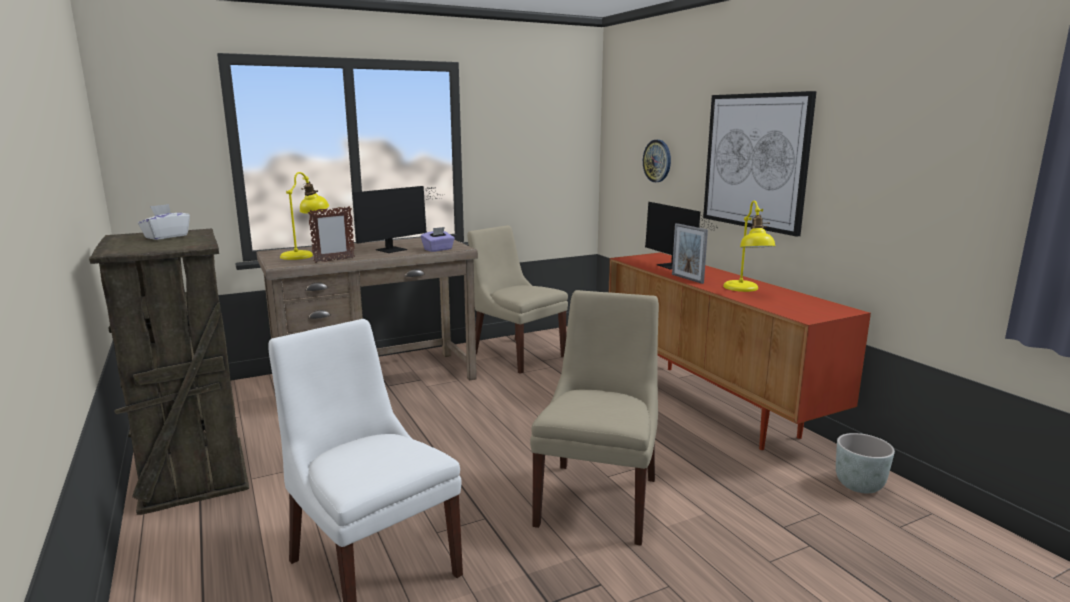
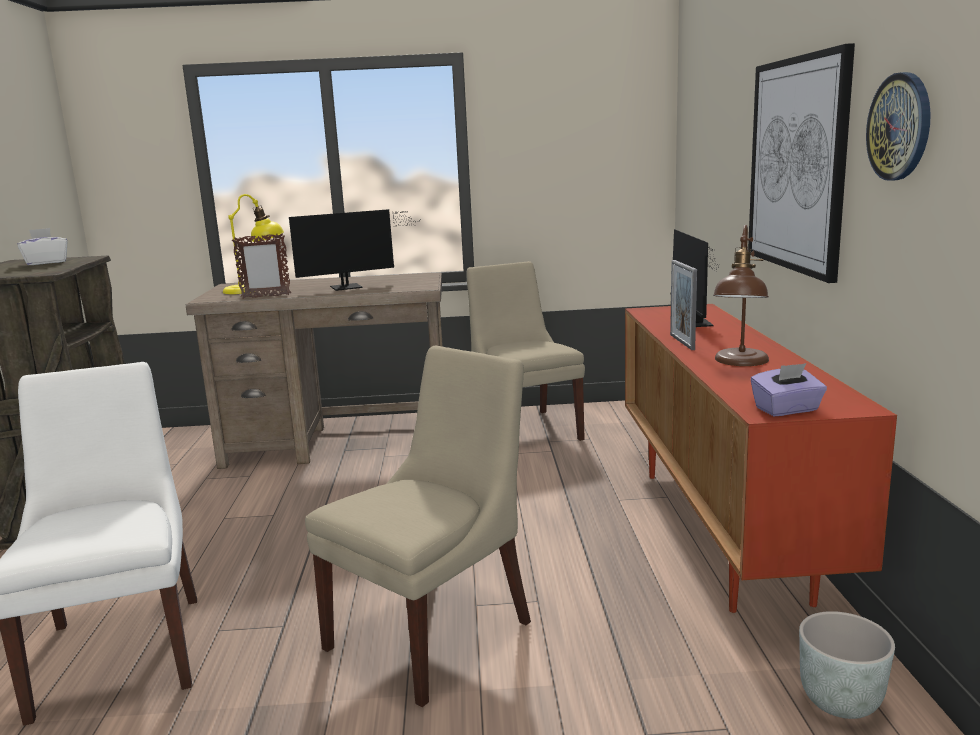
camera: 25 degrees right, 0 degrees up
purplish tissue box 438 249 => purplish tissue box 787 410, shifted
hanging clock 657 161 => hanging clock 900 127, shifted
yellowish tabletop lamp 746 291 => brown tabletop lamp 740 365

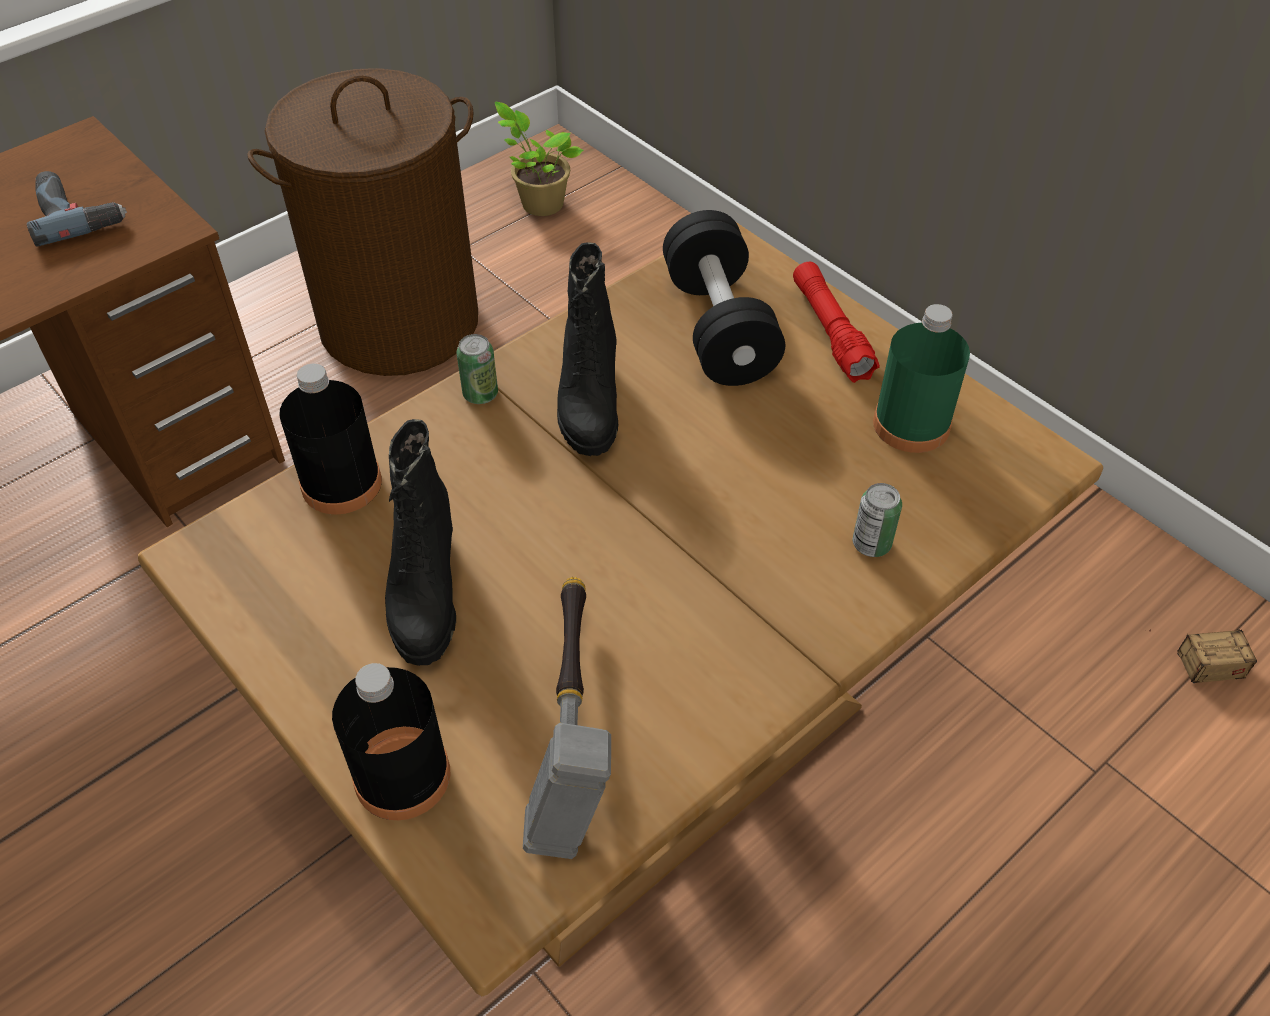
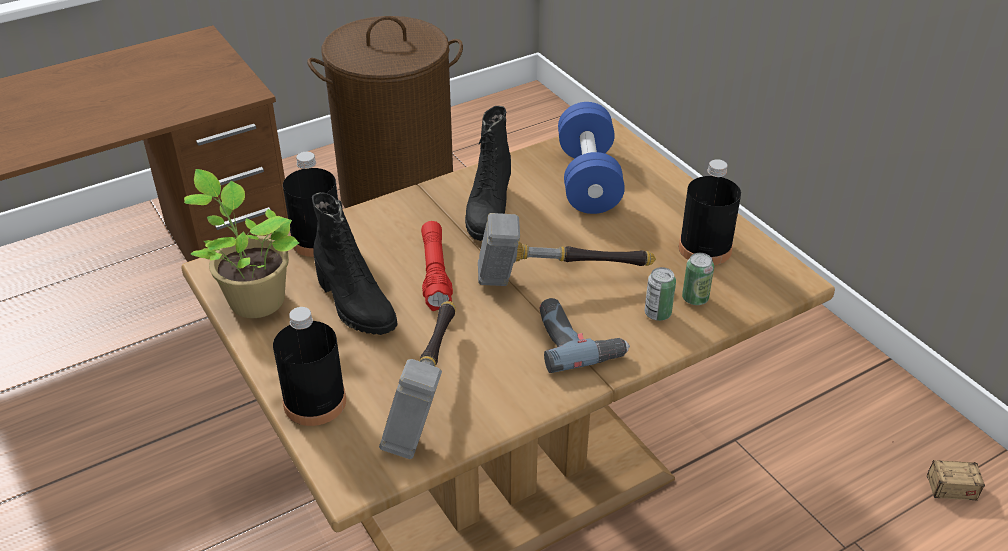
camera: 10 degrees right, 10 degrees down
electric drill 77 213 => electric drill 577 340, shifted
black-coloured boot 424 593 => black-coloured boot 354 306, 45 degrees counterclockwise
can 480 394 => can 695 298, shifted
houseplant 539 203 => houseplant 254 299, shifted
black-coloured hand weight 719 327 => blue hand weight 588 179
red flashlight 830 332 => red flashlight 435 273, shifted
green beverage bottle 911 424 => black-coloured beverage bottle 705 248
nothing => hammer 558 281

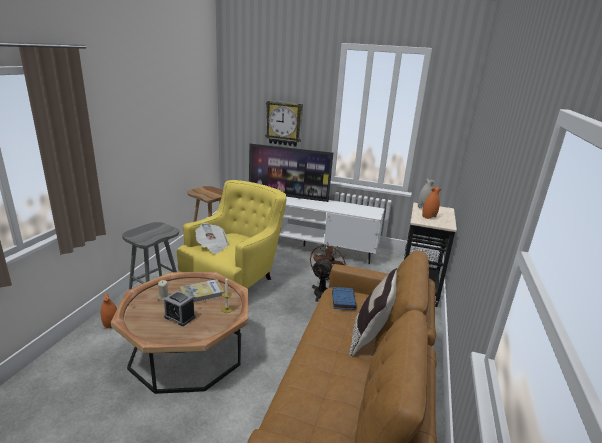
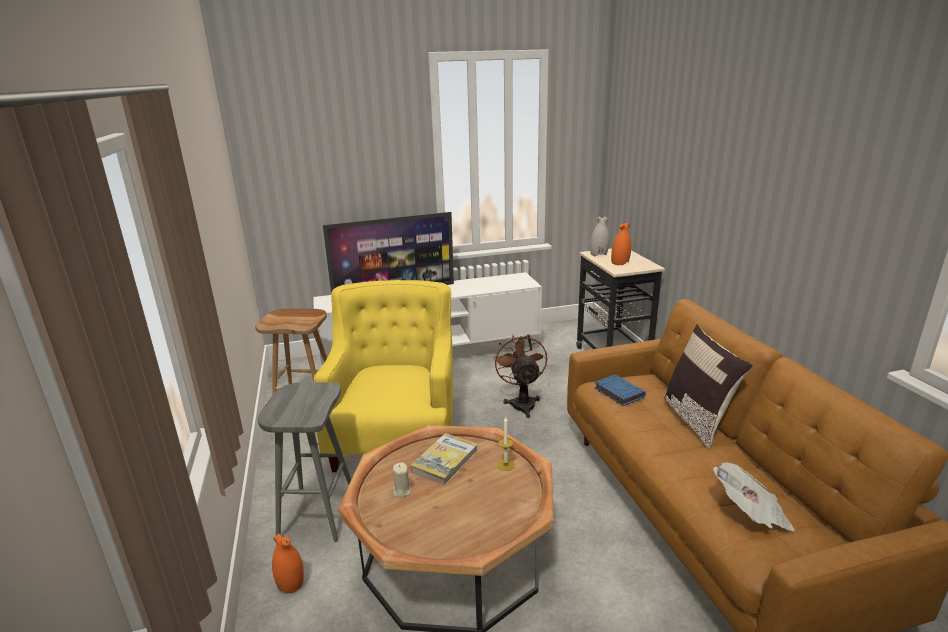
camera: 30 degrees left, 0 degrees up
alarm clock 180 317 => nothing
printed paper 212 246 => printed paper 750 513, shifted
hanging clock 284 123 => nothing

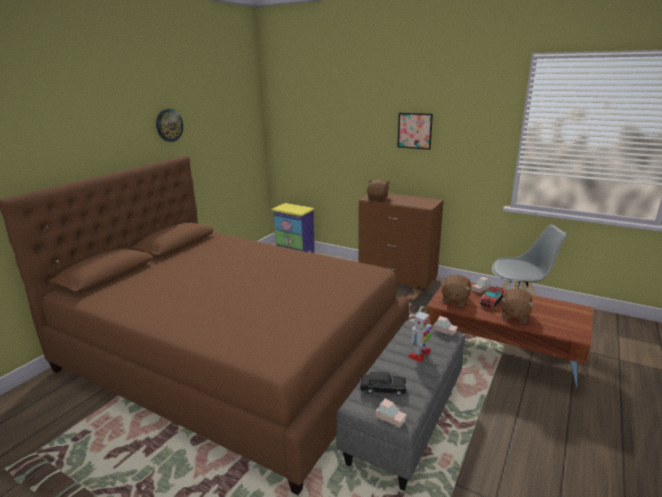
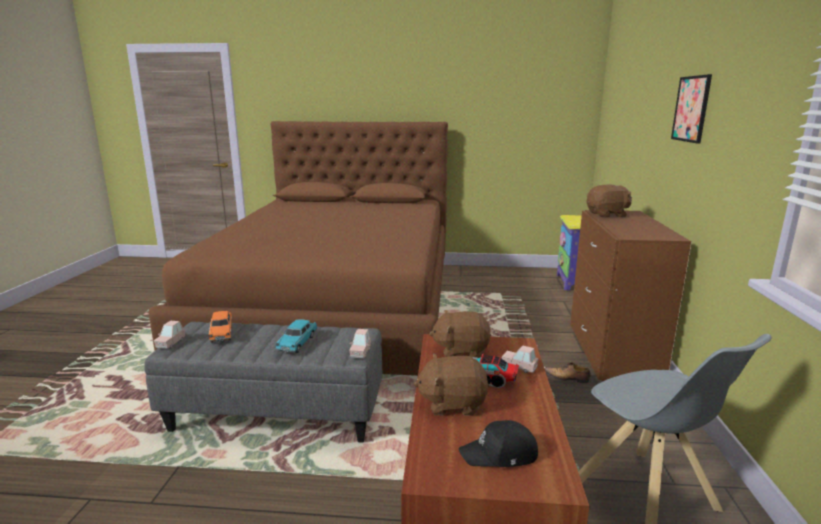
camera: 65 degrees right, 5 degrees down
hanging clock 169 125 => nothing
black-coloured miniature car 383 389 => orange miniature car 221 333
model robot 419 354 => blue-green miniature car 297 343
nothing => black-coloured baseball cap 500 454

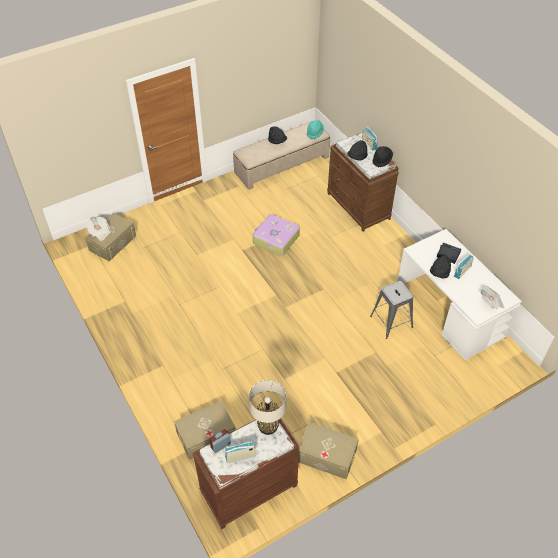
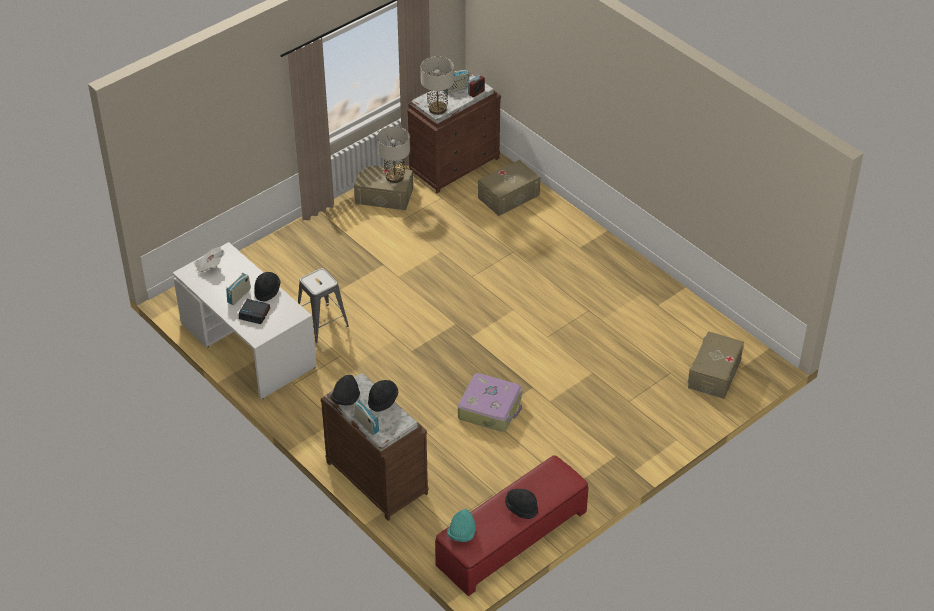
camera: 170 degrees right, 5 degrees down
printed paper 99 232 => nothing
beige-coloured indoor bench 282 164 => red indoor bench 511 539
nothing => tabletop lamp 394 177

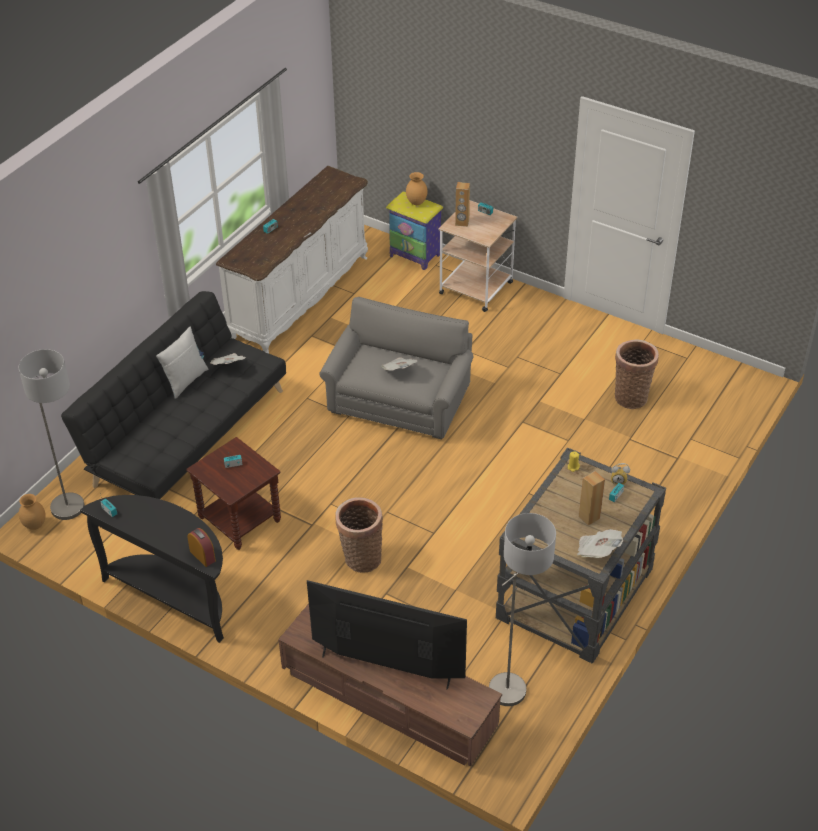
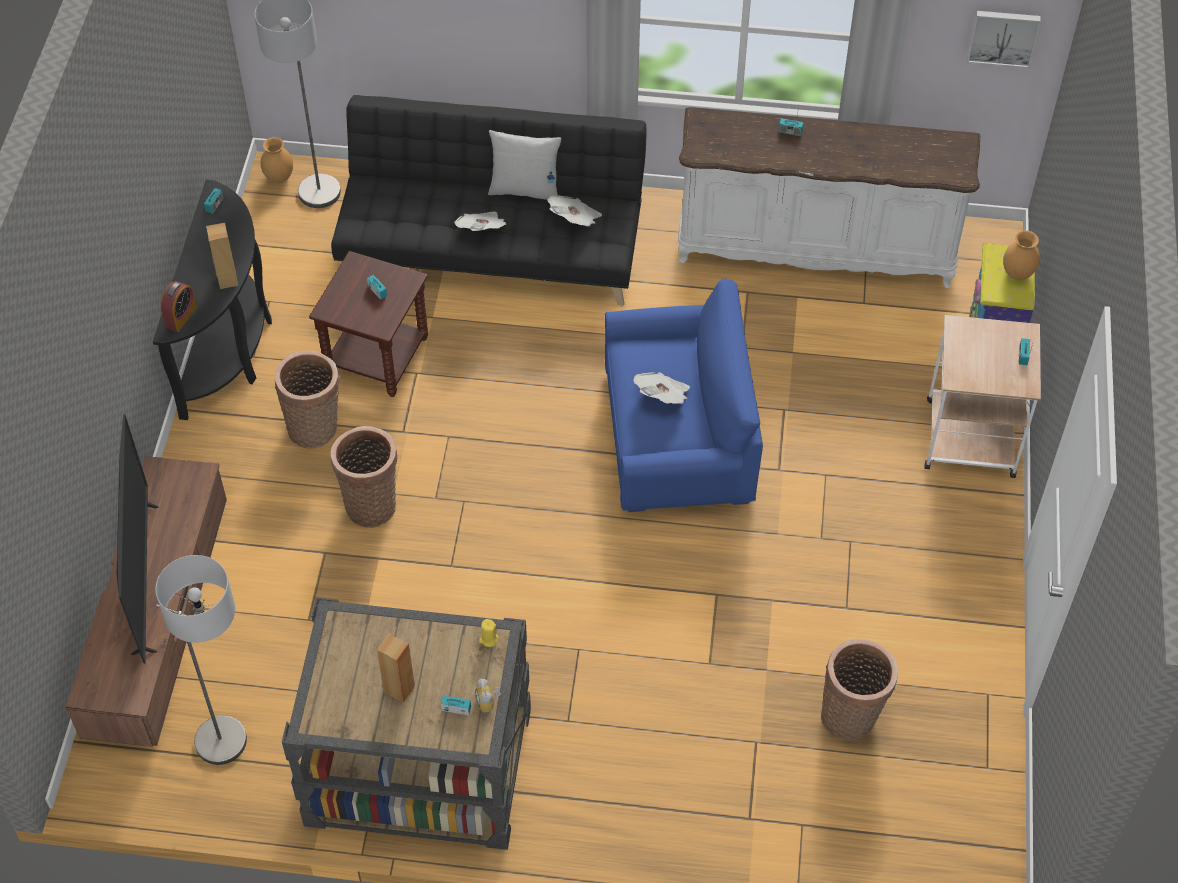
camera: 65 degrees right, 10 degrees up
greyish armchair 400 400 => blue armchair 678 437
brown loudspeaker 462 223 => brown loudspeaker 227 280, shifted
printed paper 597 551 => printed paper 482 230, shifted
nothing => household basket 316 428
nothing => wall picture 1003 37

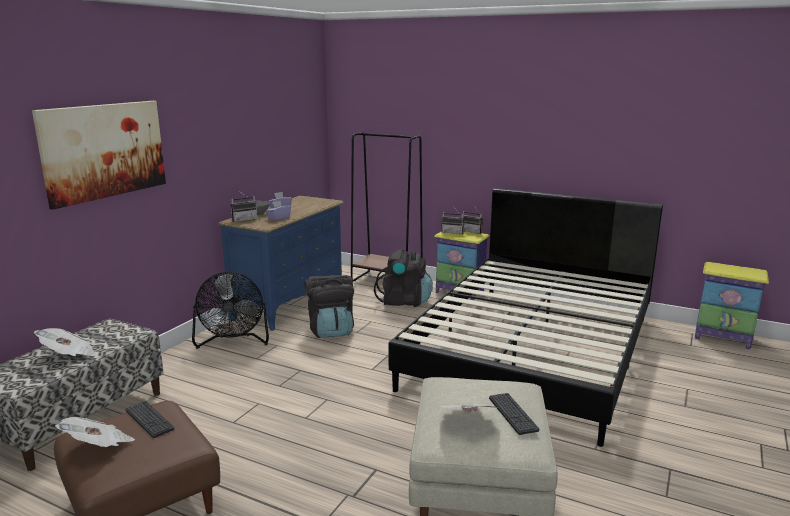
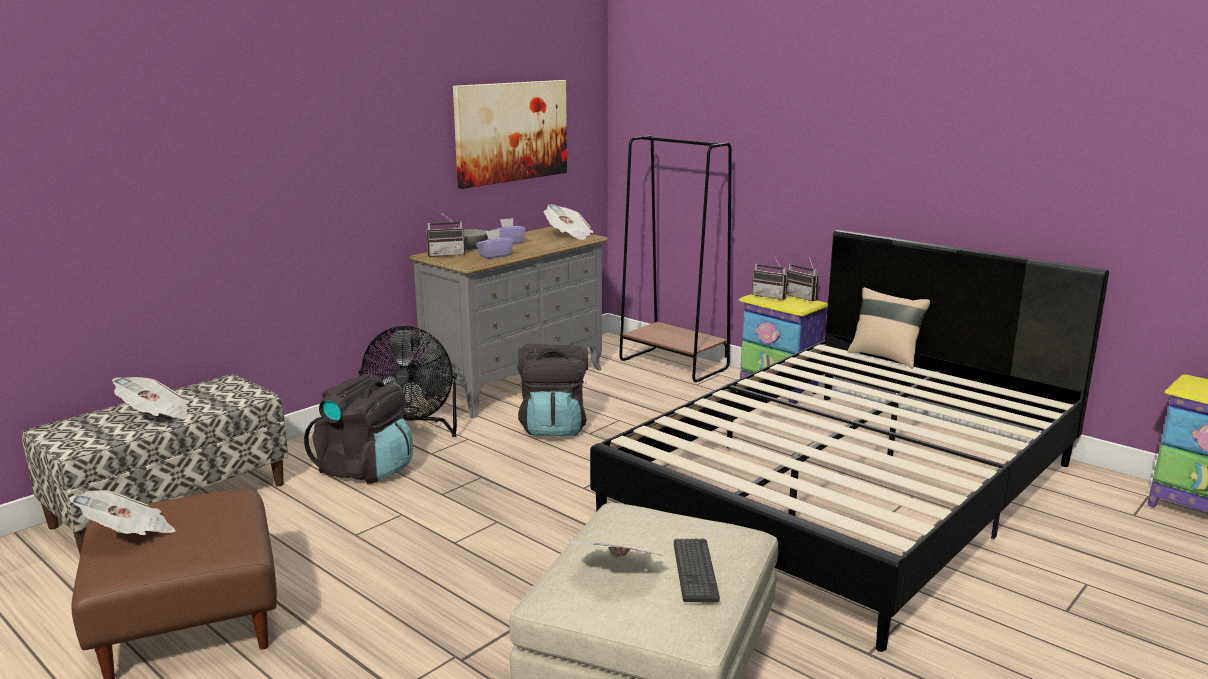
camera: 15 degrees right, 0 degrees up
wall picture 104 151 => wall picture 511 132, shifted
keyboard 149 419 => nothing
blue dresser 290 303 => greyish dresser 517 383
black-coloured backpack 404 301 => black-coloured backpack 366 470, shifted
nothing => printed paper 569 235
nothing => beige-coloured pillow 885 357

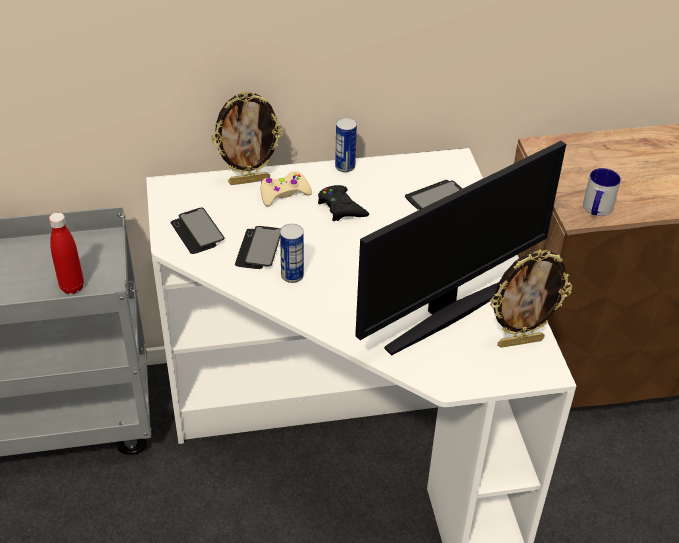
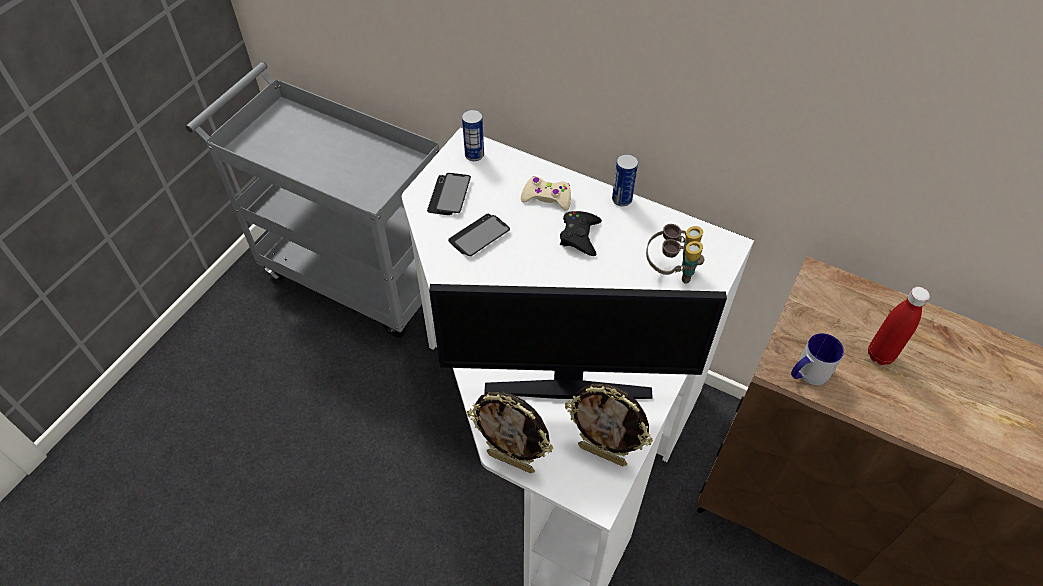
camera: 40 degrees right, 10 degrees up
red beverage bottle 72 287 => red beverage bottle 880 355, shifted
picture frame 249 180 => picture frame 511 461, shifted
can 292 275 => can 474 155, shifted
handset 435 197 => pair of binoculars 671 271

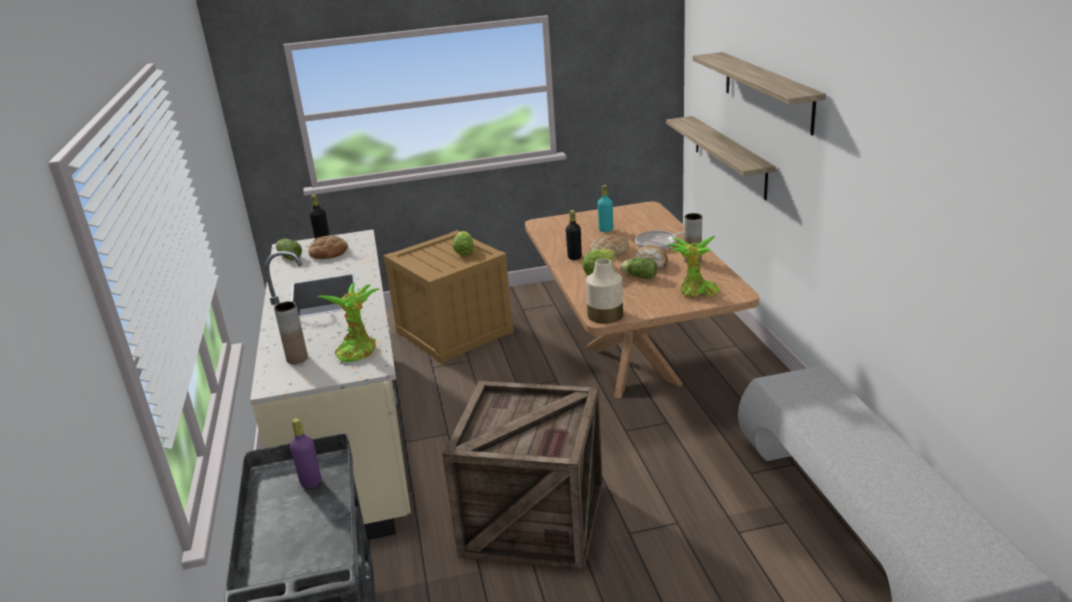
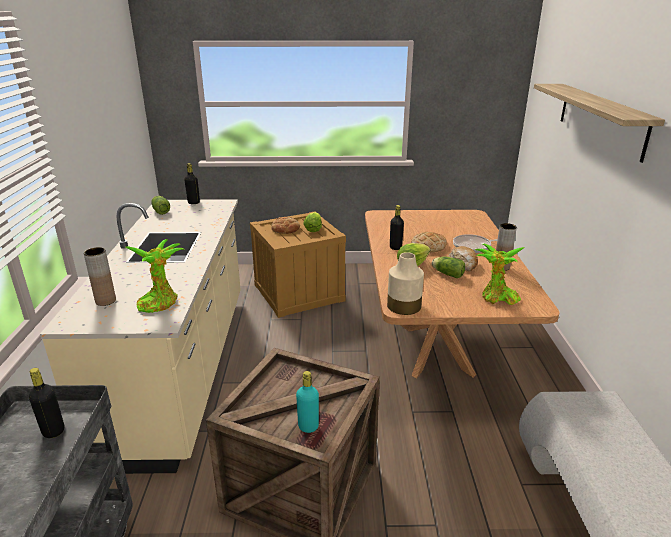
camera: 10 degrees right, 0 degrees up
purplish beverage bottle 311 482 => black-coloured beverage bottle 53 431
bread 328 252 => bread 285 229, shifted
blue-green beverage bottle 606 230 => blue-green beverage bottle 308 427, shifted
shelf 729 156 => nothing

